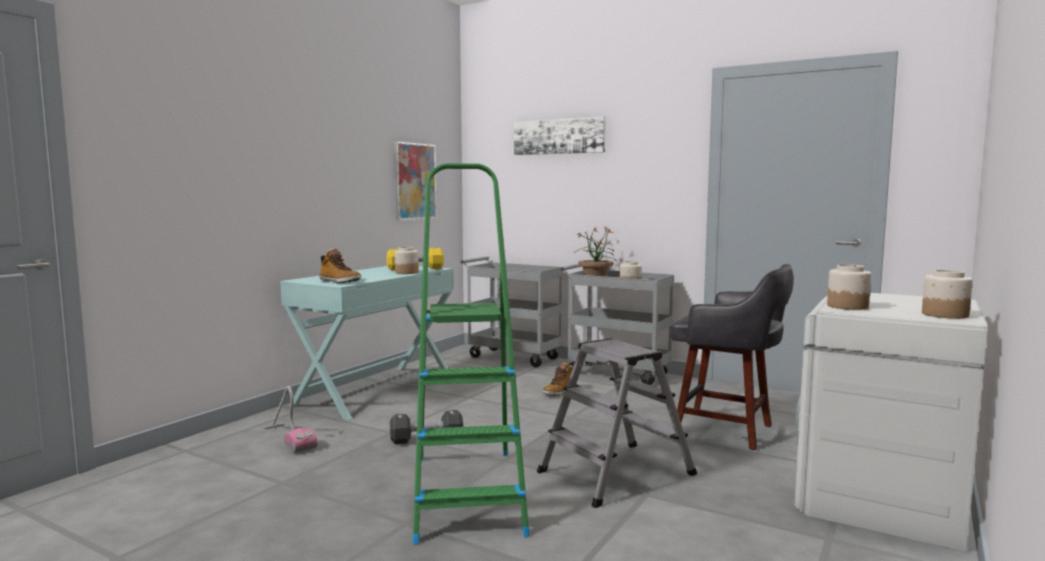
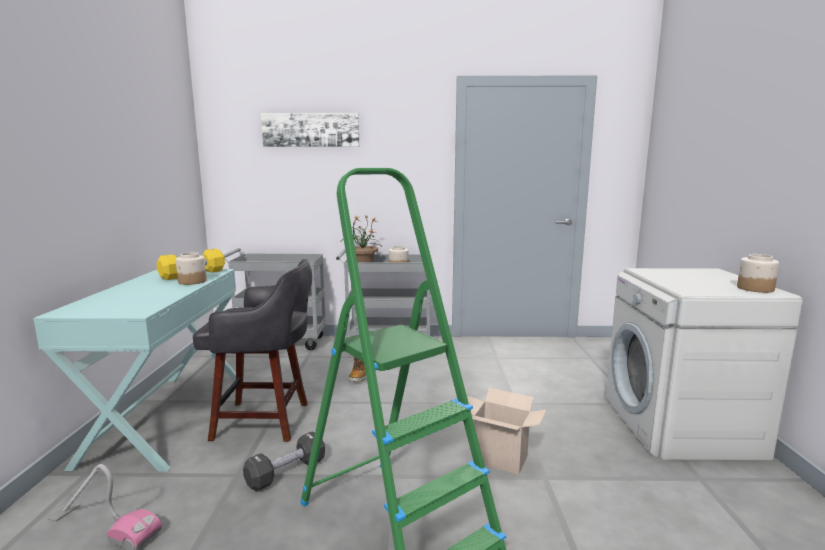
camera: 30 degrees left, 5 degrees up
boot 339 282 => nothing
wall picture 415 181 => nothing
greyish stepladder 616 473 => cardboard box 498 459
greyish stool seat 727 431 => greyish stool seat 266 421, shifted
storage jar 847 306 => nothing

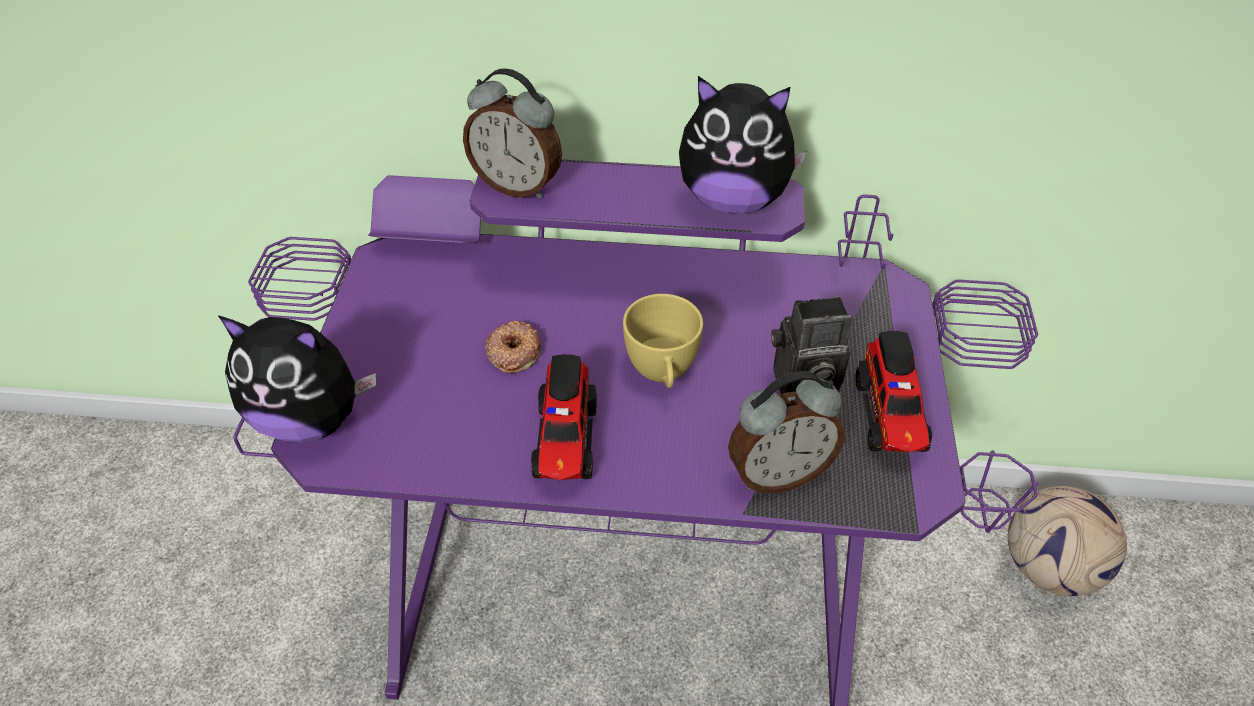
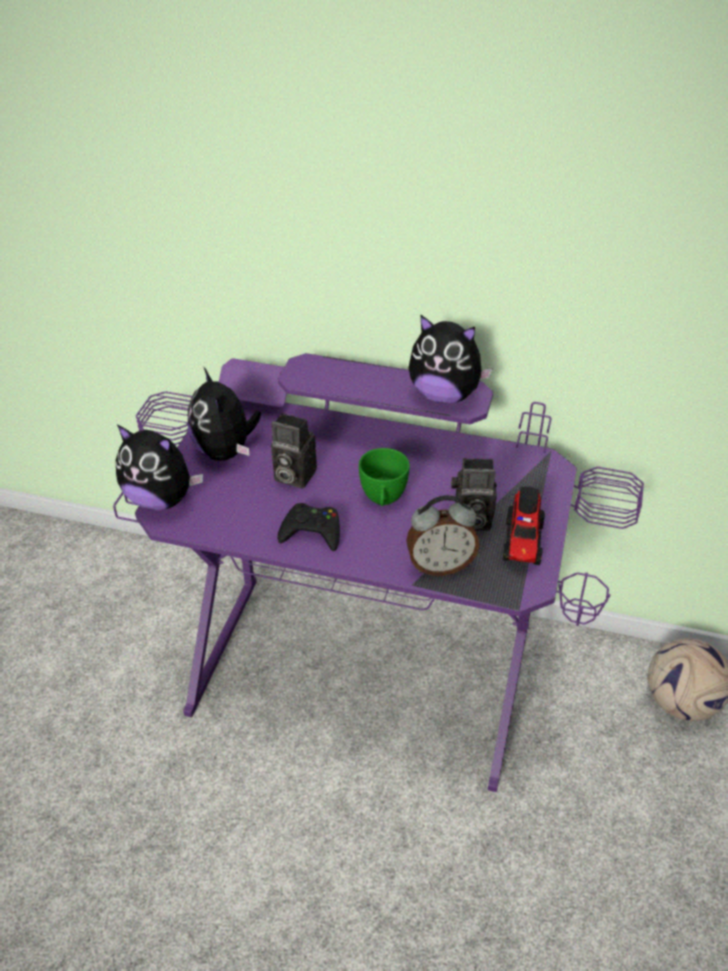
camera: 10 degrees right, 5 degrees down
alarm clock 518 185 => nothing
ring doughnut 513 351 => still camera 292 476
model truck 565 443 => black-coloured game controller 312 532
yellowish cup 662 373 => green cup 383 500
nothing => cuddly toy 226 451

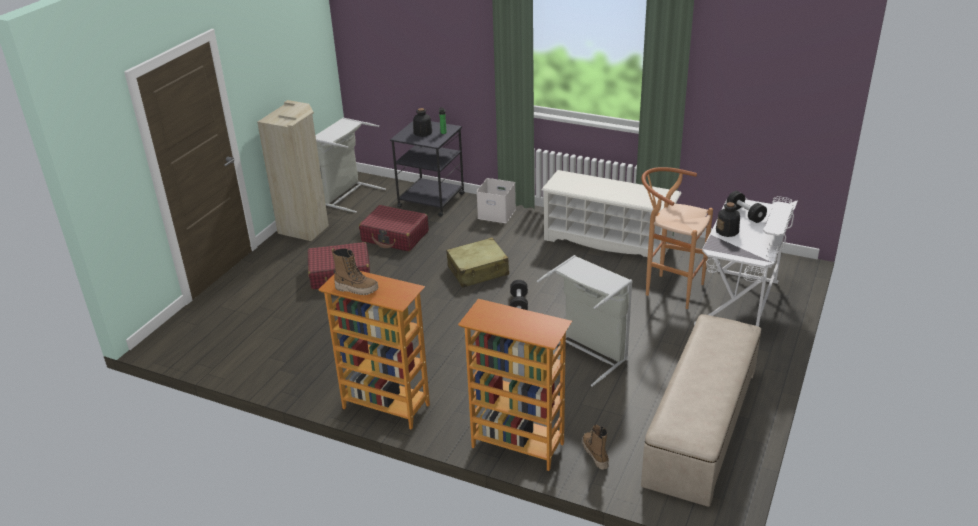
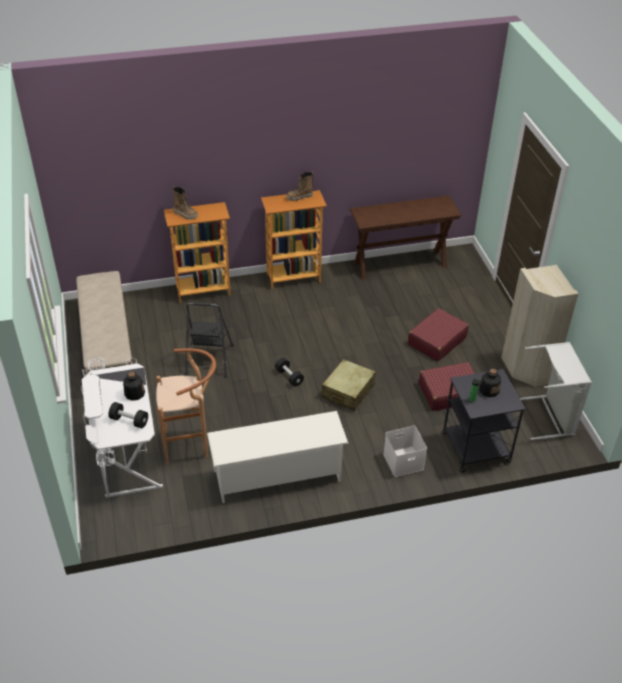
camera: 140 degrees right, 10 degrees up
greyish washing basket 587 354 => black-coloured stepladder 209 360
boot 595 454 => boot 185 214, shifted
nothing => brown console table 400 264

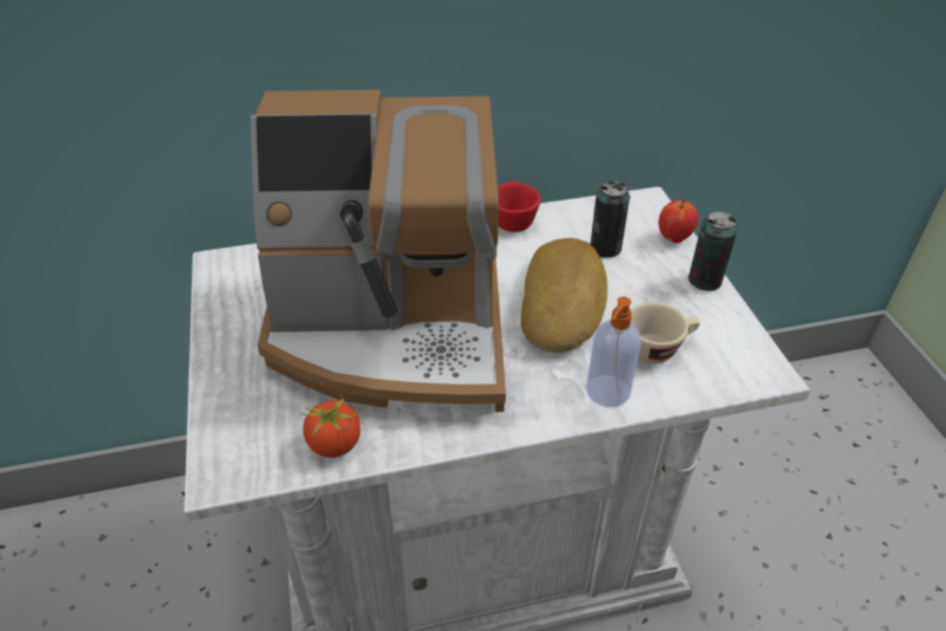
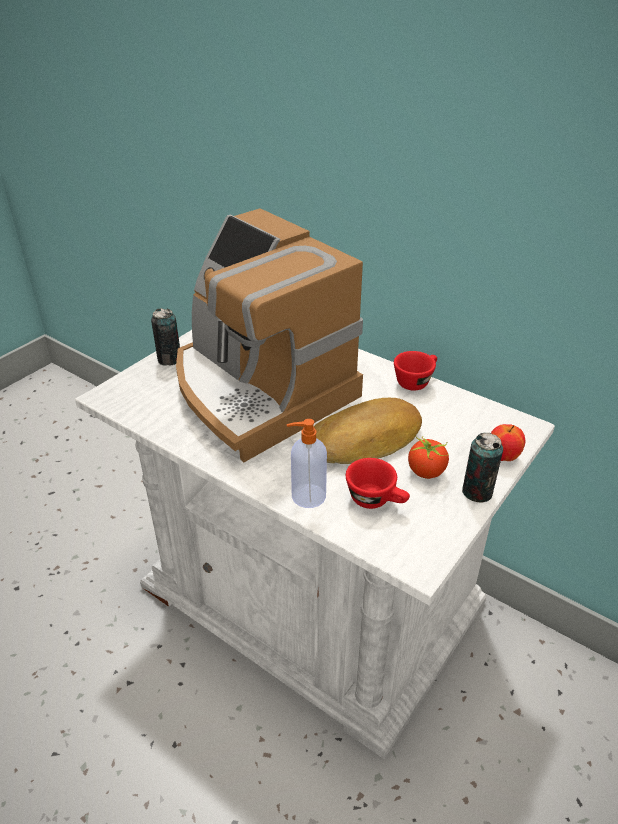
camera: 50 degrees right, 5 degrees down
whole tomato 335 444 => whole tomato 426 471, shifted
can 605 248 => can 169 359, shifted
beige-coloured cup 658 347 => red cup 376 500

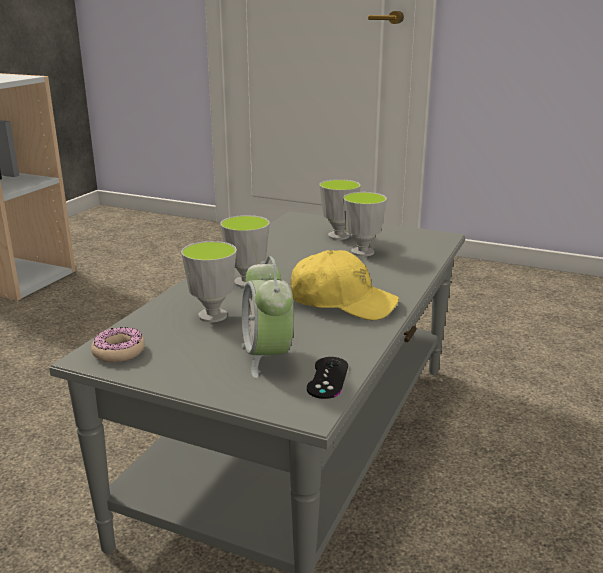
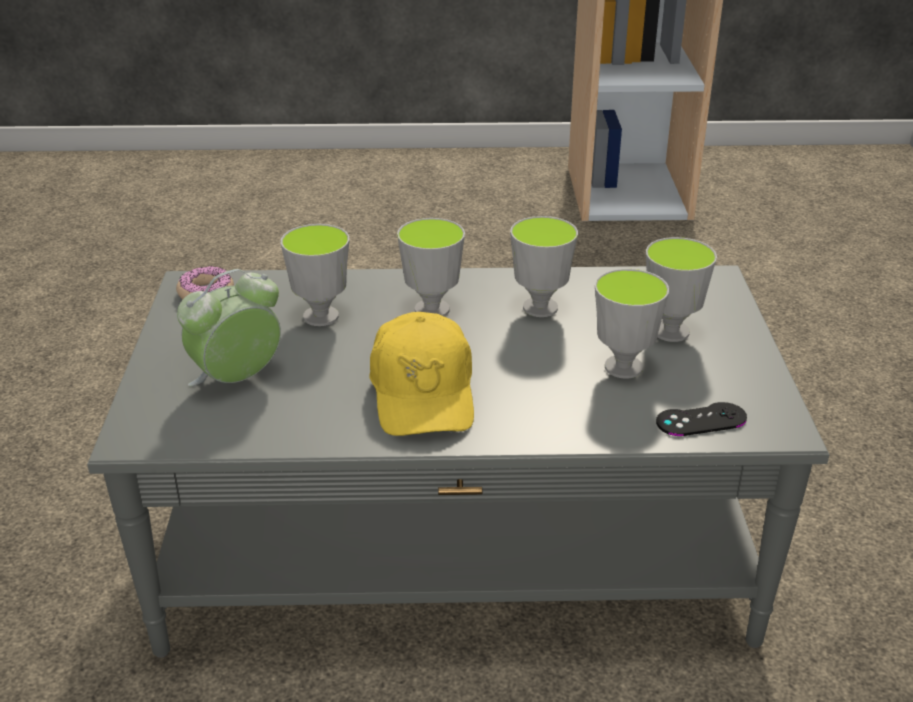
camera: 65 degrees right, 10 degrees up
black-coloured game controller 327 377 => black-coloured game controller 701 420, shifted
nothing => cup 540 308

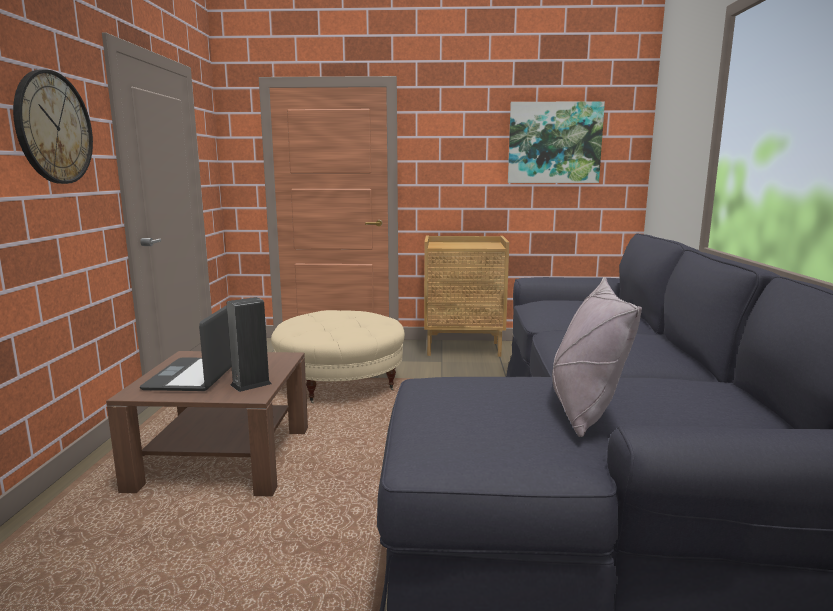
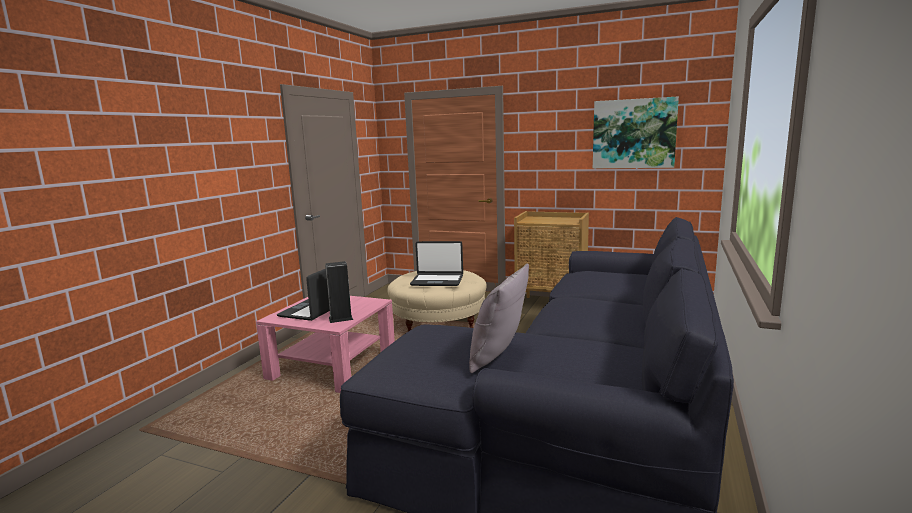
camera: 20 degrees right, 0 degrees up
hanging clock 53 128 => nothing
brown coffee table 223 457 => pink-coloured coffee table 332 366
nothing => notebook computer 437 281

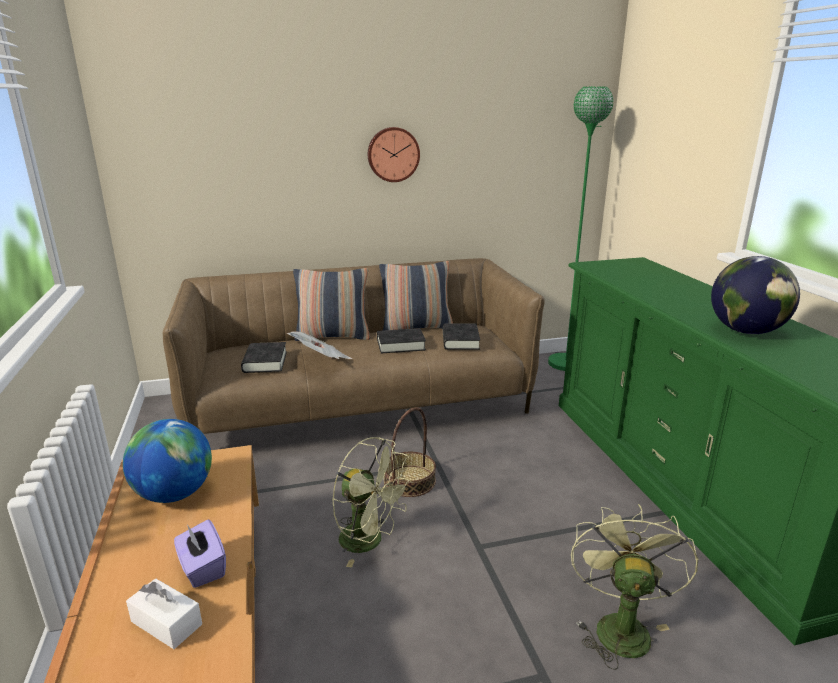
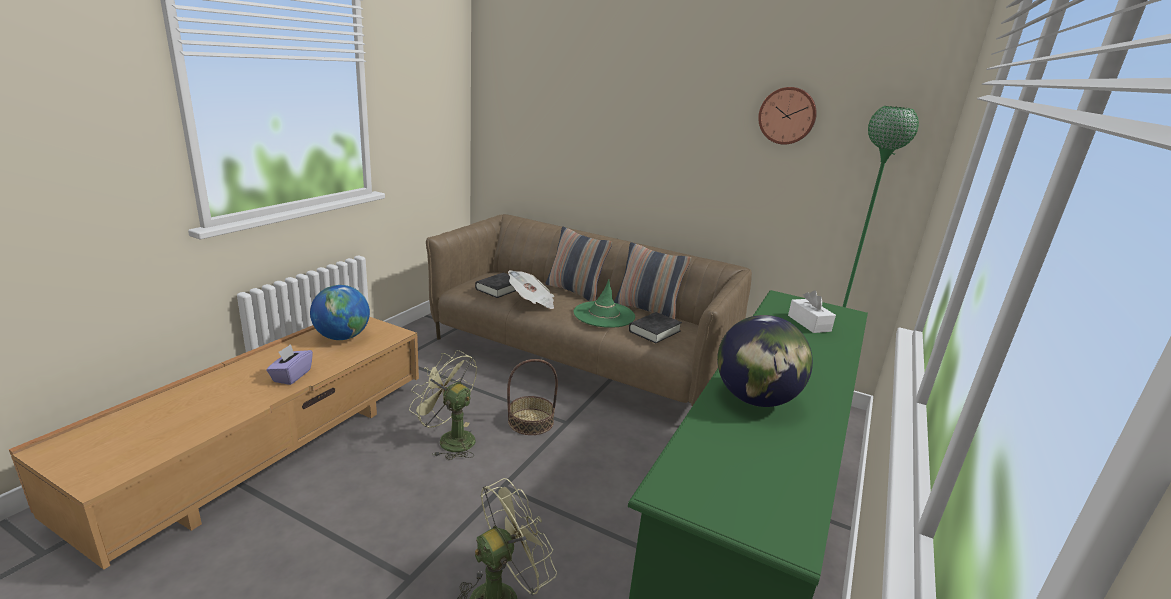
camera: 40 degrees right, 0 degrees up
white-coloured tissue box 166 623 => white-coloured tissue box 809 323, shifted
green cooling fan 370 541 => green cooling fan 449 439, 135 degrees clockwise
hanging clock 393 154 => hanging clock 787 115, shifted
black-coloured volume 400 345 => green clothing hat 604 315

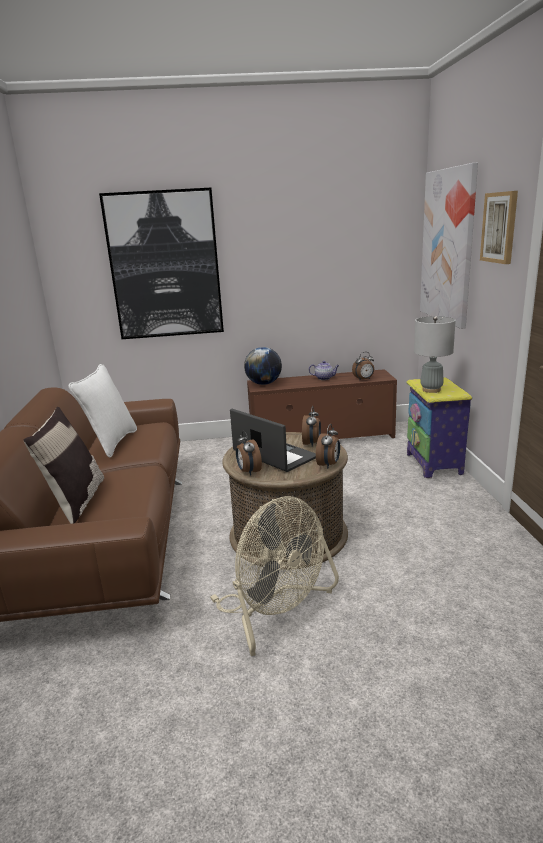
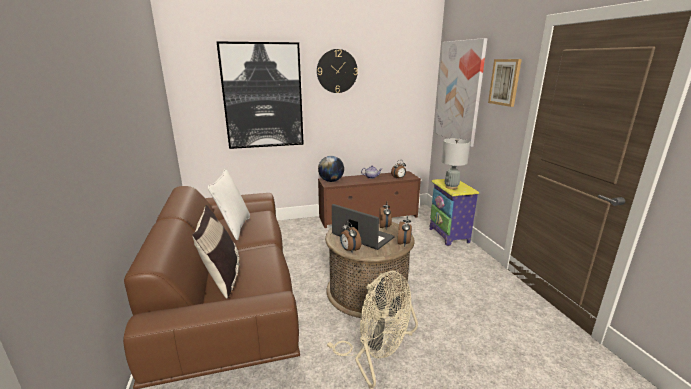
camera: 10 degrees left, 0 degrees up
nothing => hanging clock 337 71

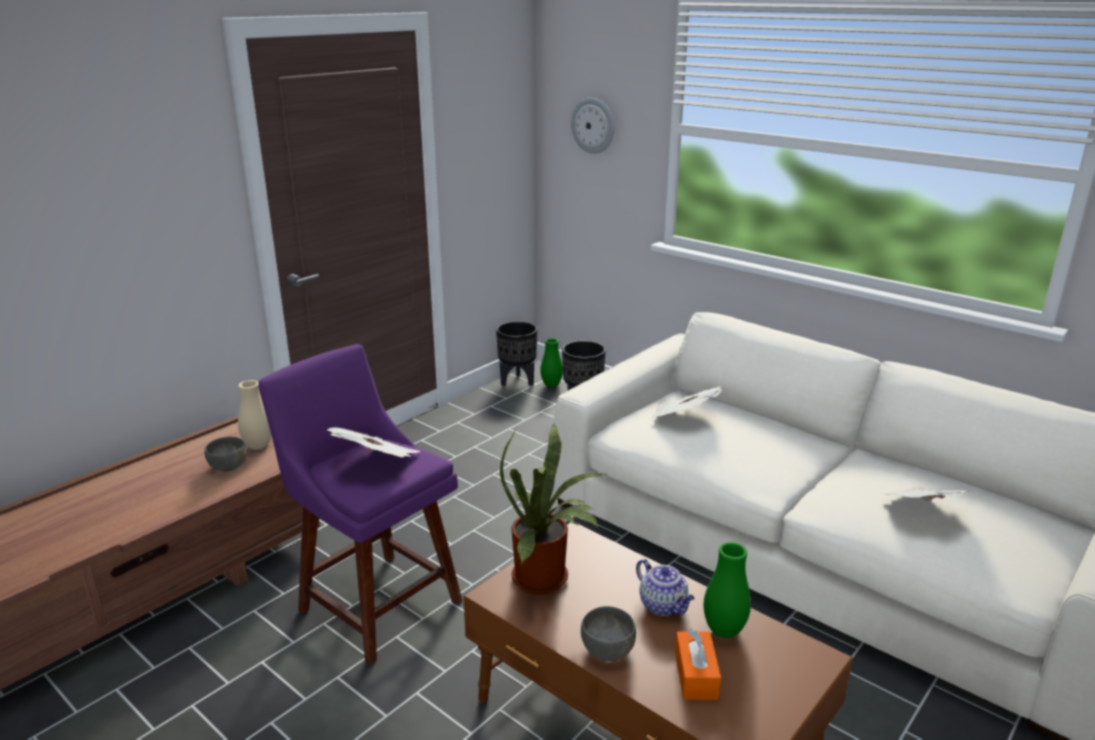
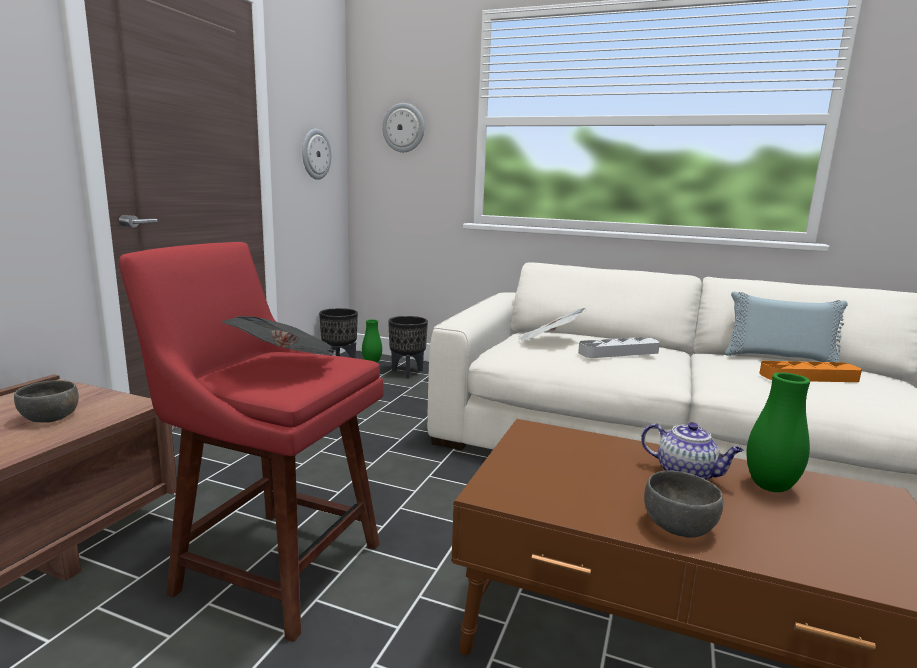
camera: 20 degrees left, 10 degrees down
beige-coloured vase 258 446 => nothing
purplish stool seat 376 601 => red stool seat 273 564
houseplant 546 579 => nothing
orange tissue box 696 675 => nothing
printed paper 922 512 => orange carrying tray 808 377
nothing => hanging clock 315 154
nothing => greyish carrying tray 618 352
nothing => blue pillow 778 359

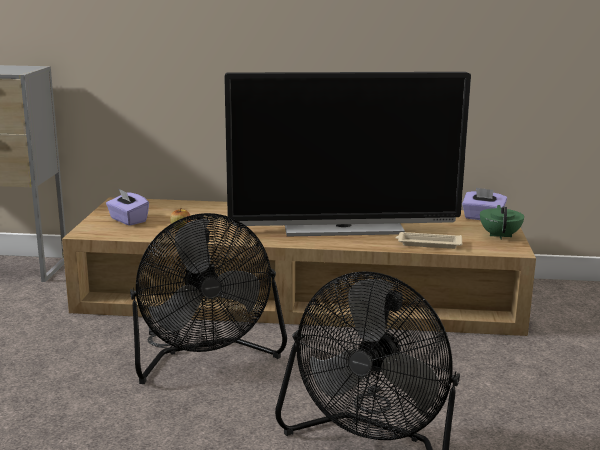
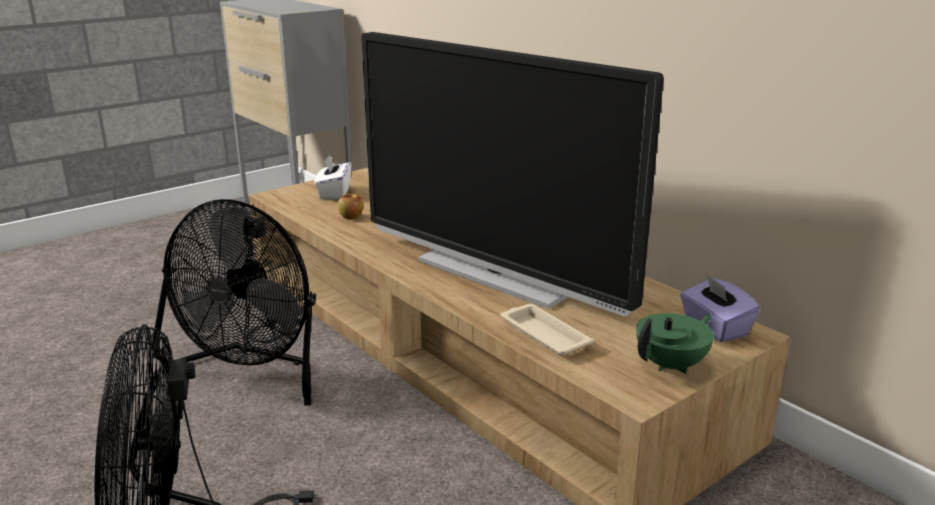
camera: 45 degrees right, 5 degrees up
purplish tissue box 128 220 => white-coloured tissue box 334 193

